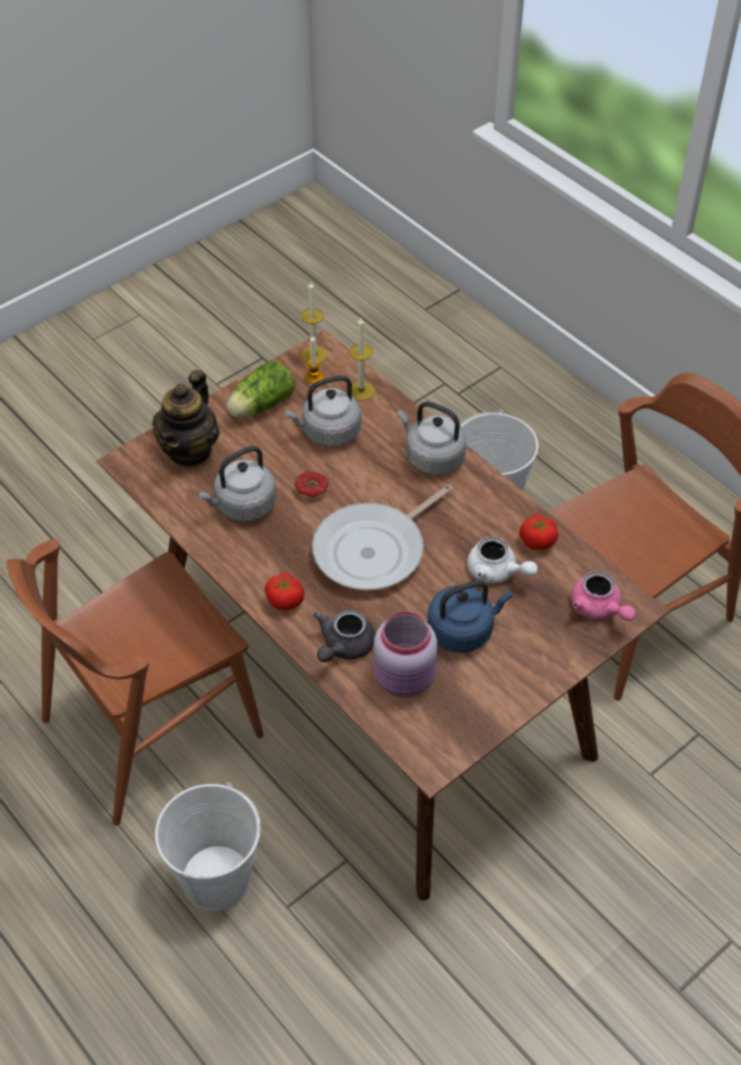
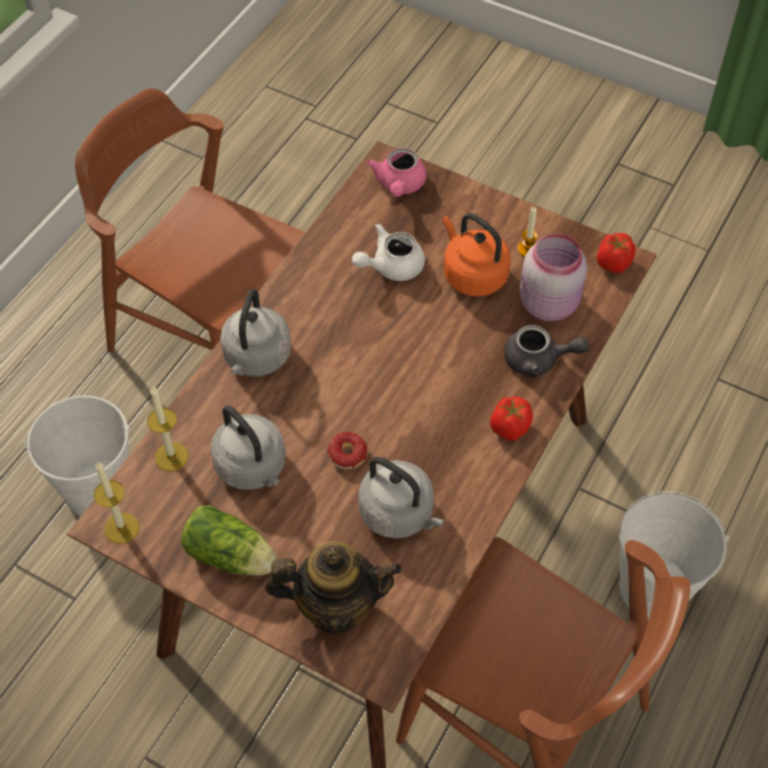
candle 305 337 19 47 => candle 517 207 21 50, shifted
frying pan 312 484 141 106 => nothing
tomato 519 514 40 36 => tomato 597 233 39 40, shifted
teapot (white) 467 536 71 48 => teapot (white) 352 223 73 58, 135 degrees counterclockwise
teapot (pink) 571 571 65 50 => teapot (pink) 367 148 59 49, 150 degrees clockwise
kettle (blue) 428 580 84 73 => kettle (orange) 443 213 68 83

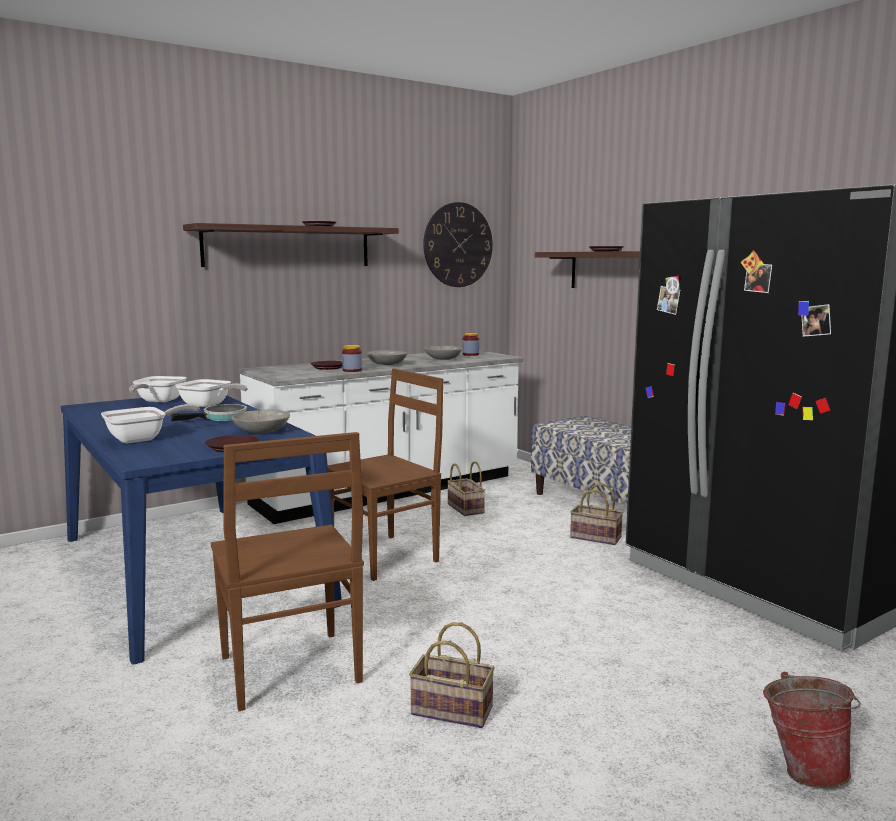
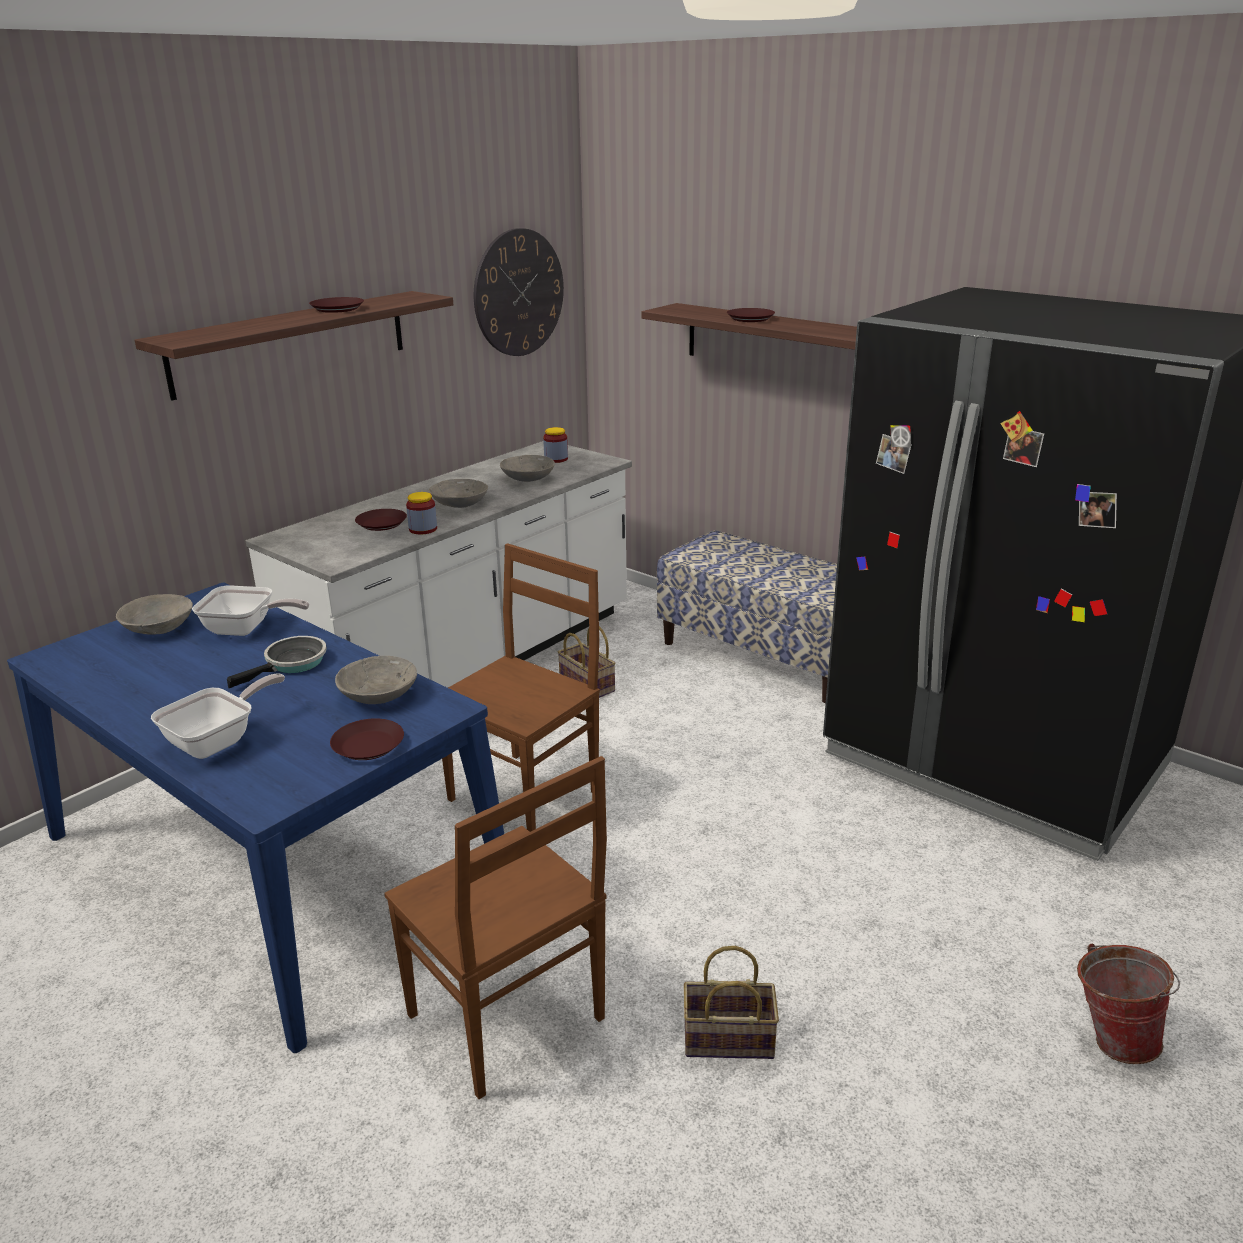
frying pan 129 376 57 26 => bowl (grey) 116 594 77 41
basket 570 484 53 61 => nothing

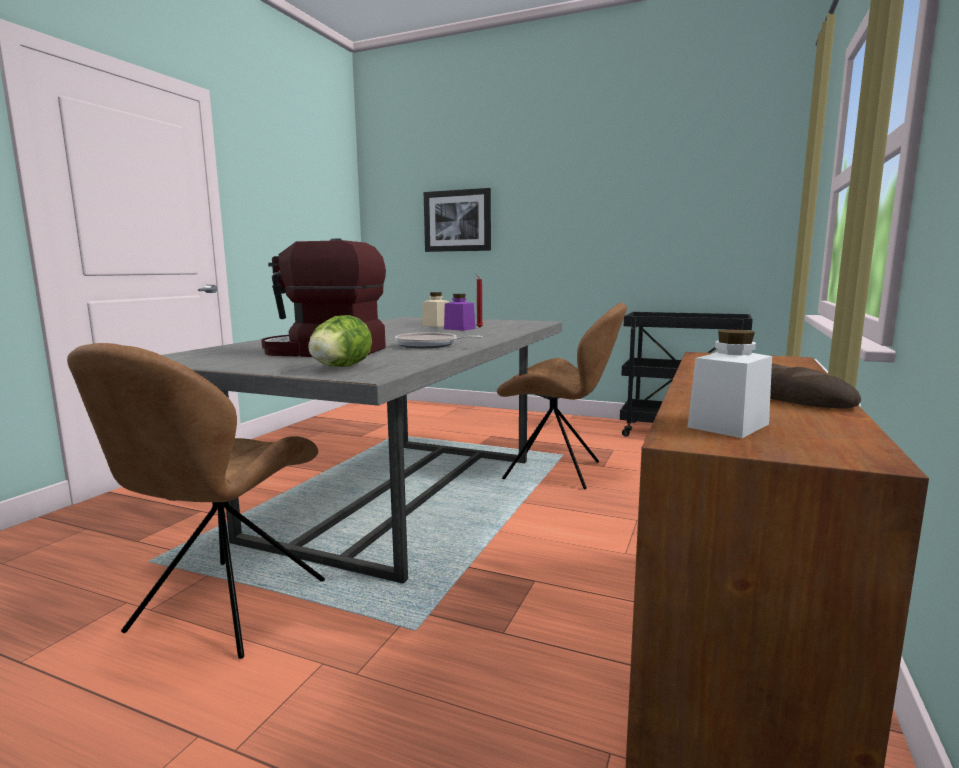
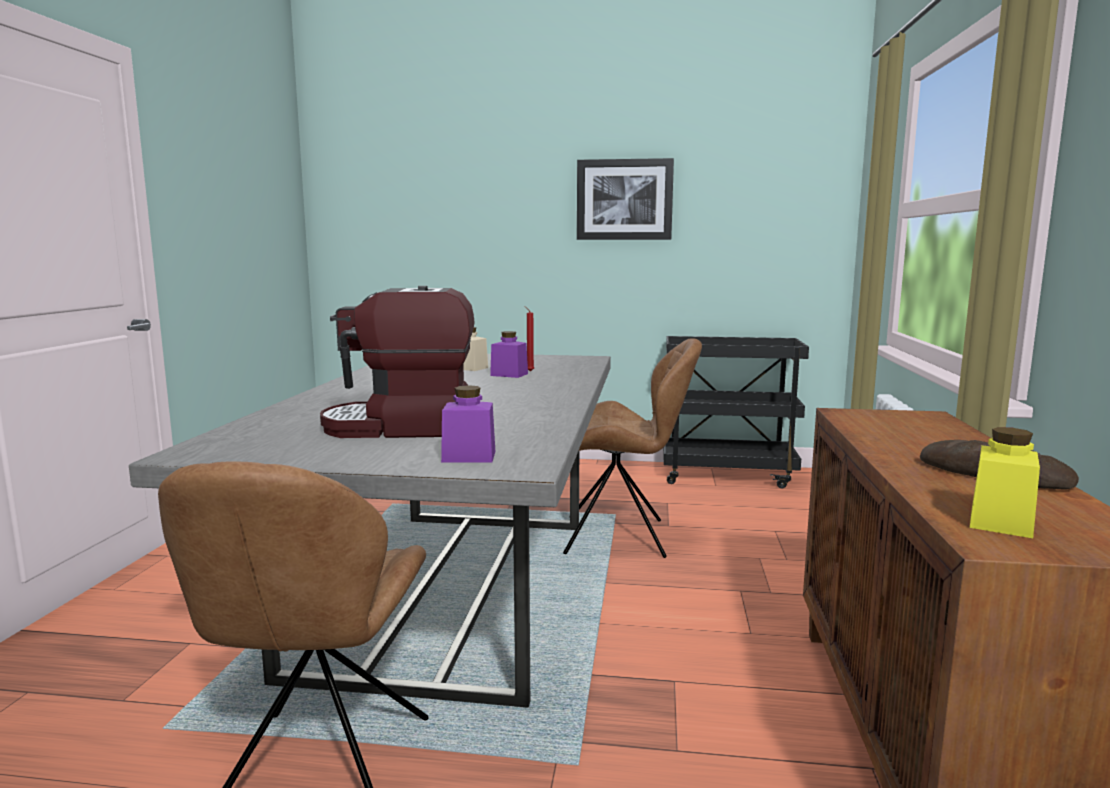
picture 424 188 67 64 => picture 577 158 97 82, shifted
lettuce 308 315 64 52 => jar (purple) 441 385 54 78
jar (white) 688 330 84 108 => jar (yellow) 970 427 70 111
frying pan 395 332 88 16 => nothing

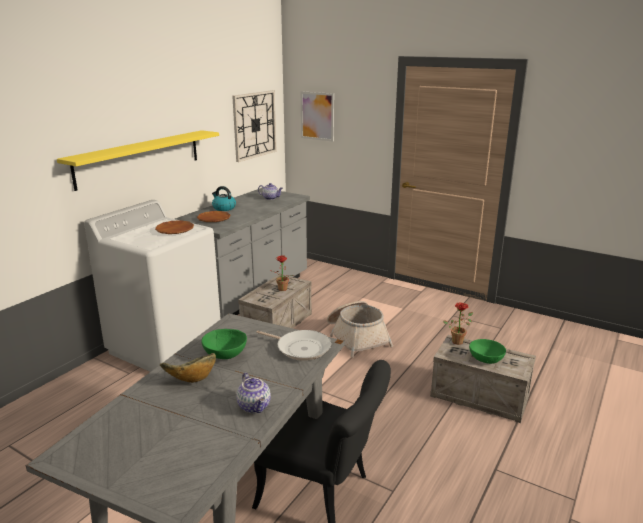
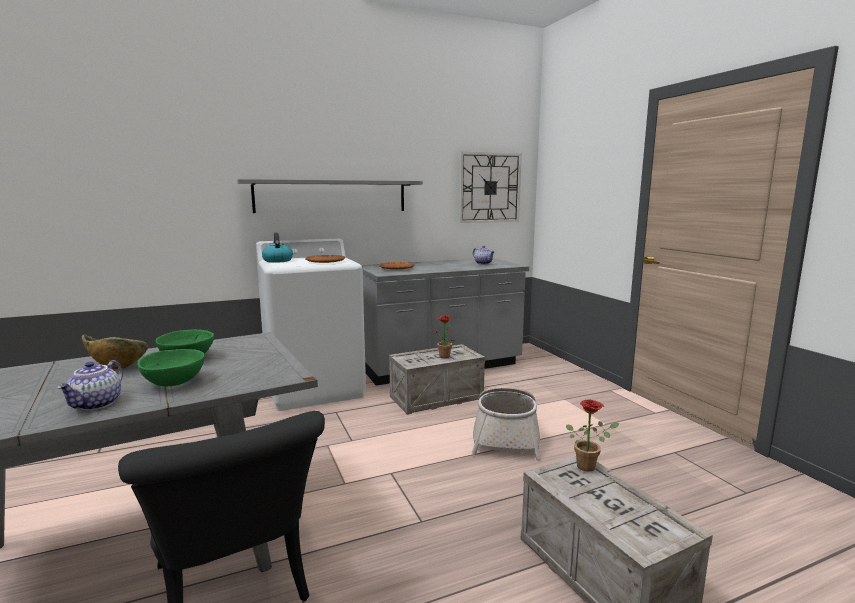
picture 301 91 33 50 => nothing
shelf (yellow) 57 130 162 61 => shelf (grey) 237 179 186 34
kettle 212 186 24 25 => kettle 262 233 31 30, shifted
frying pan 256 330 75 31 => nothing
bowl (green) 469 339 37 25 => bowl (green) 137 349 68 37, shifted

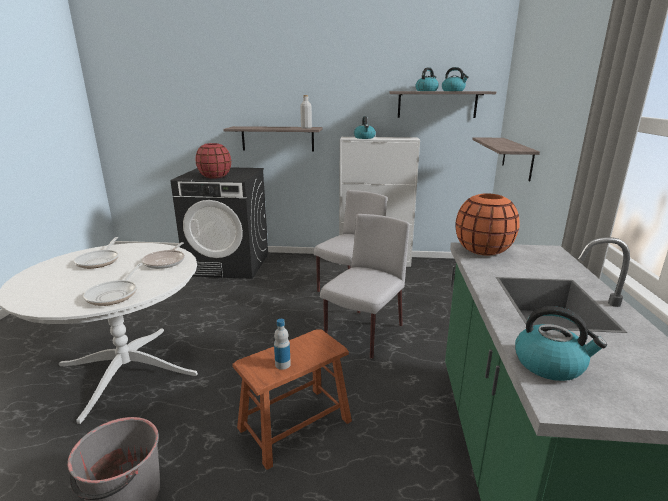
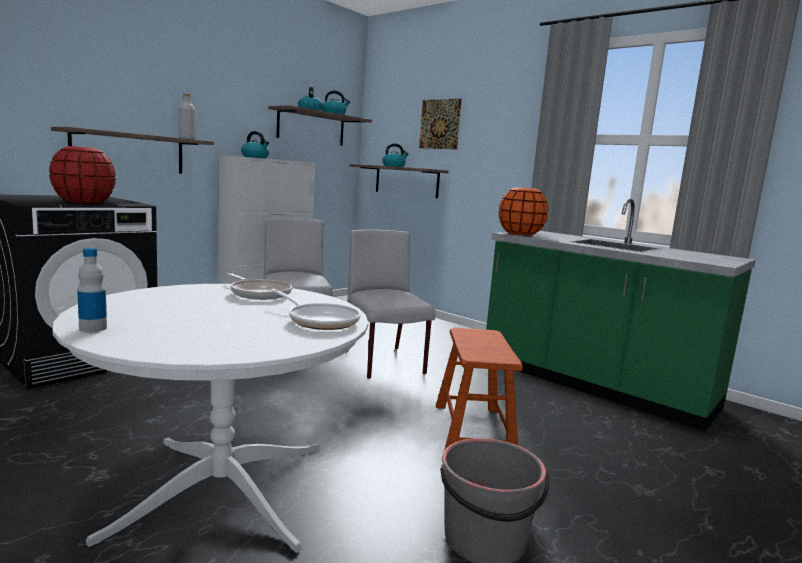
frying pan 74 237 45 32 => nothing
kettle 515 306 92 75 => kettle 382 144 27 23, shifted
bottle 274 319 17 51 => bottle 77 248 30 84, shifted
nothing => picture 419 99 43 50

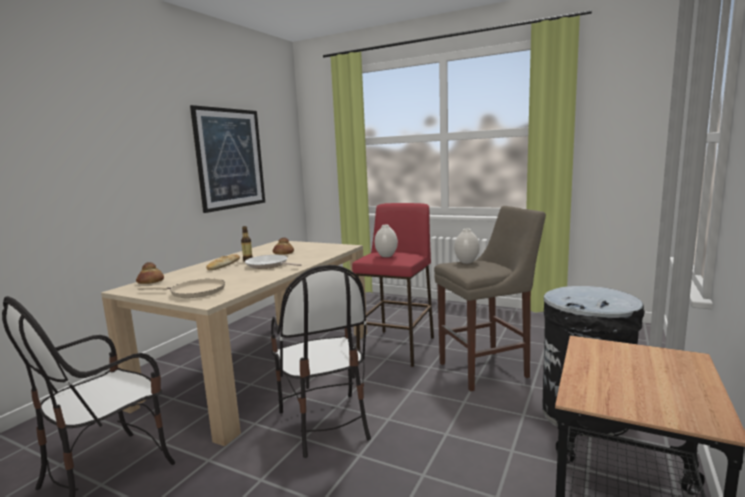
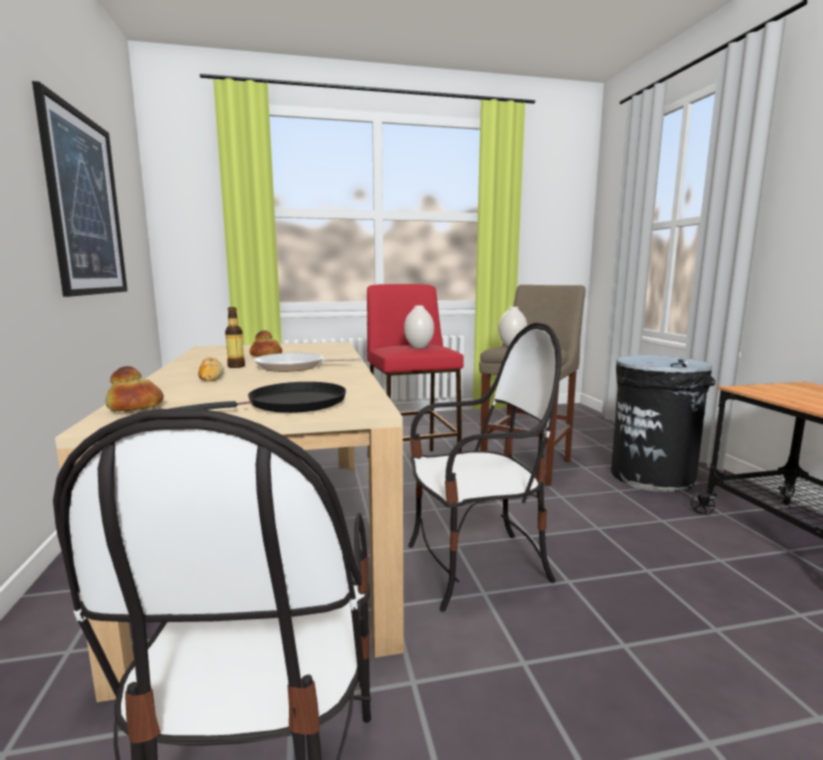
chair 271 265 100 193 => chair 408 322 153 290, 45 degrees counterclockwise
frying pan (beige) 137 279 88 19 => frying pan (black) 169 382 177 31

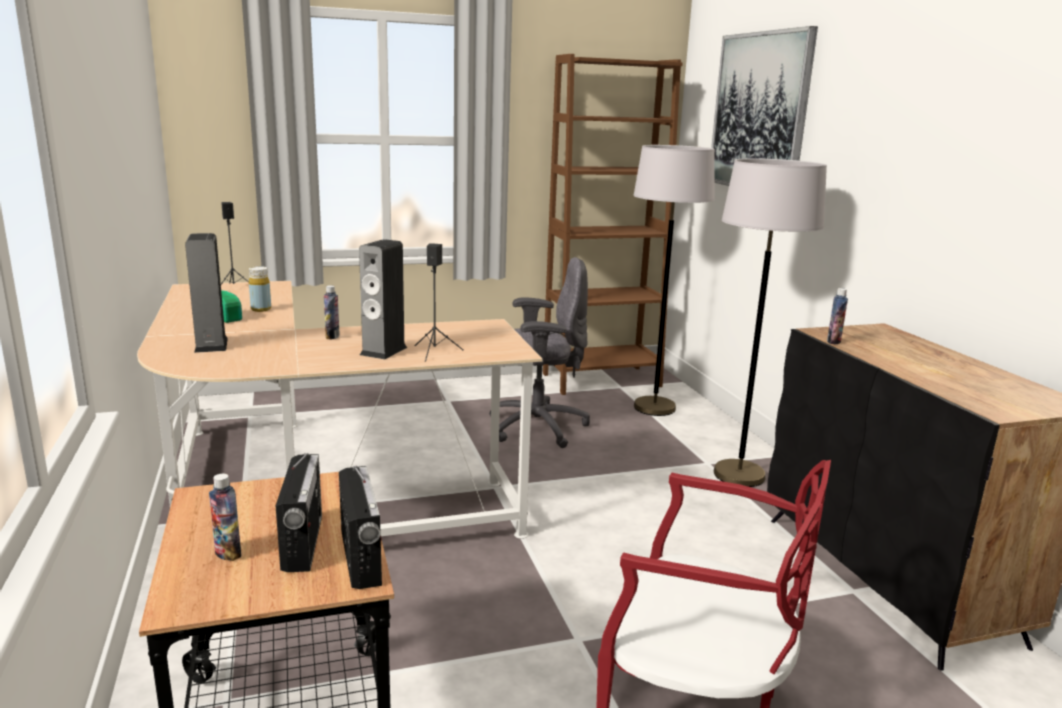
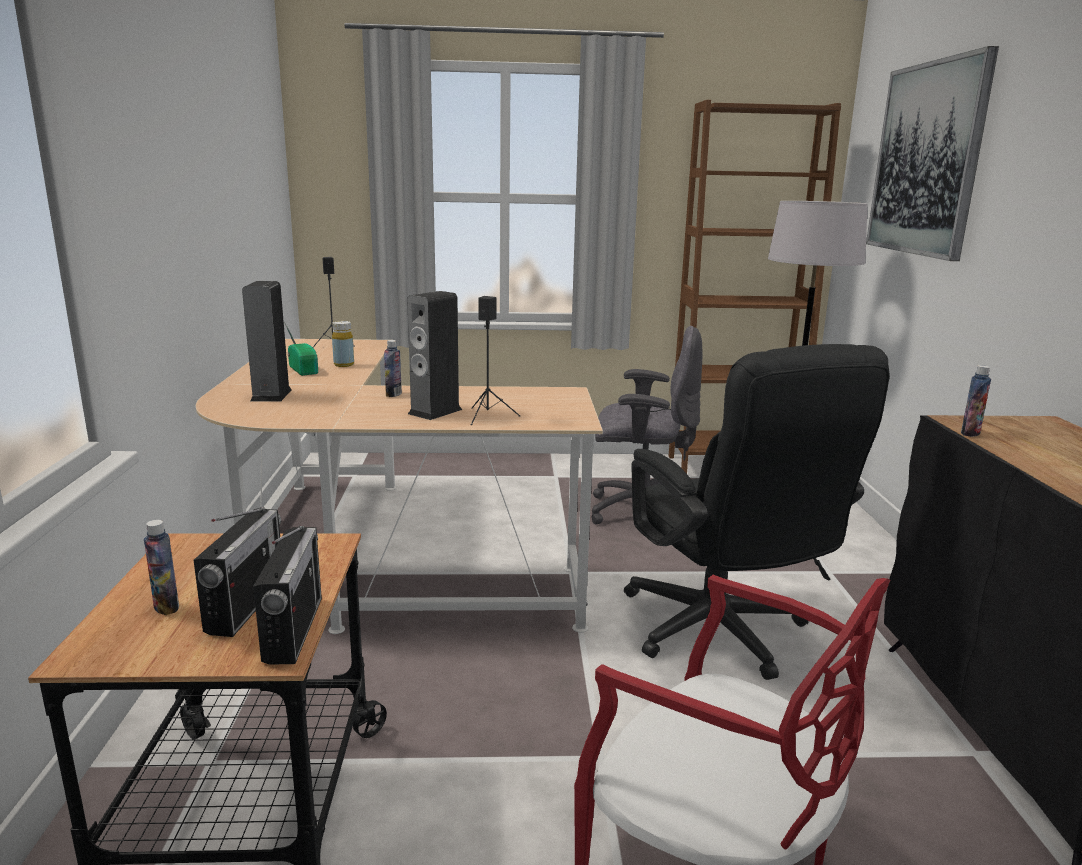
floor lamp (grey) 714 158 113 329 => nothing
nothing => office chair (black) 624 344 266 336

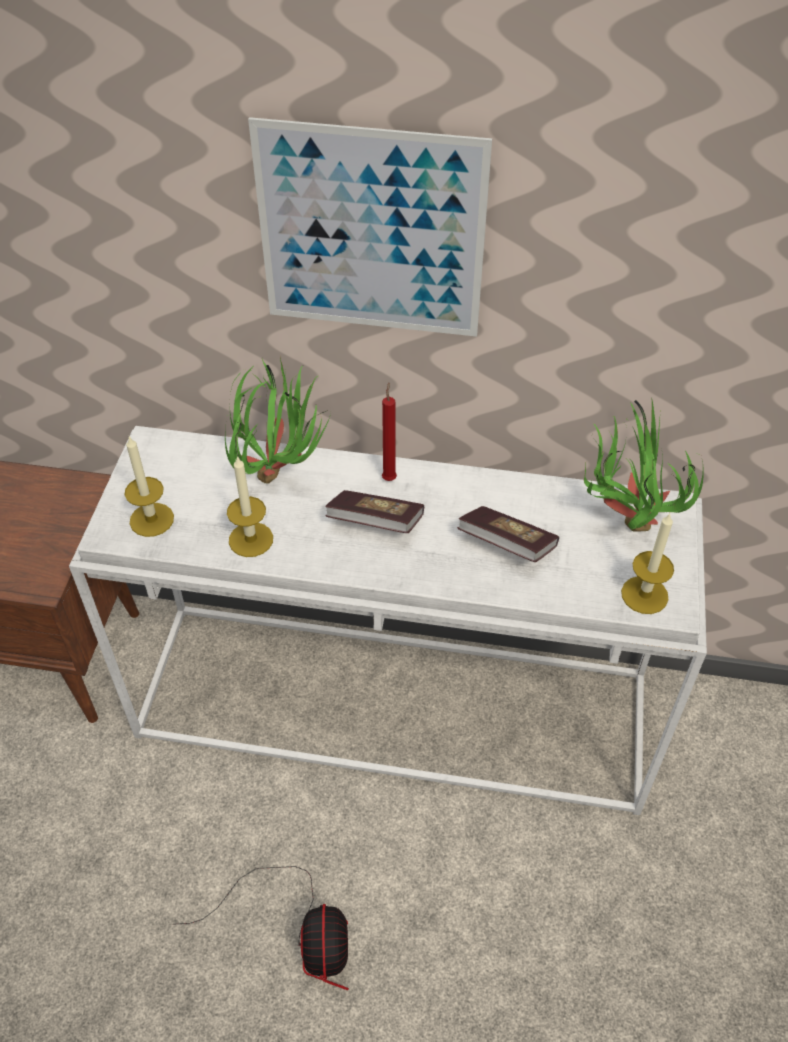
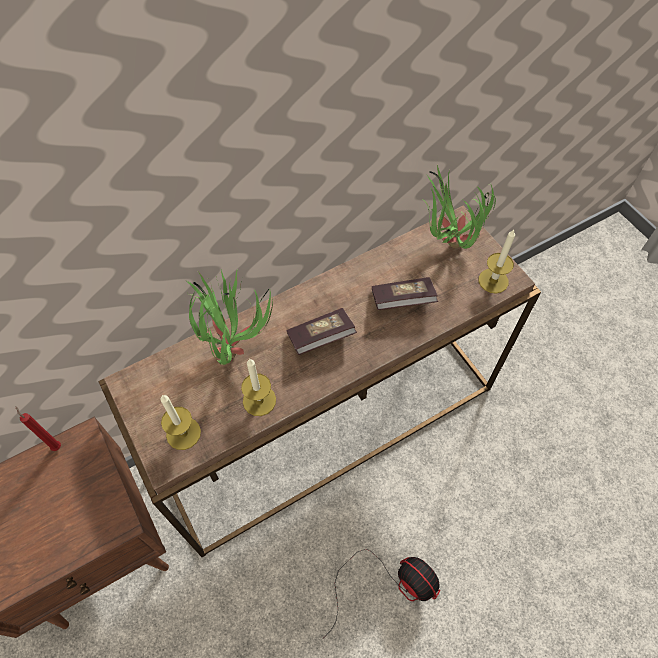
picture 248 117 244 220 => nothing
candle (red) 382 382 15 99 => candle (red) 15 406 46 45, shifted
console table (white) 69 426 638 389 => console table (brown) 98 206 443 351

